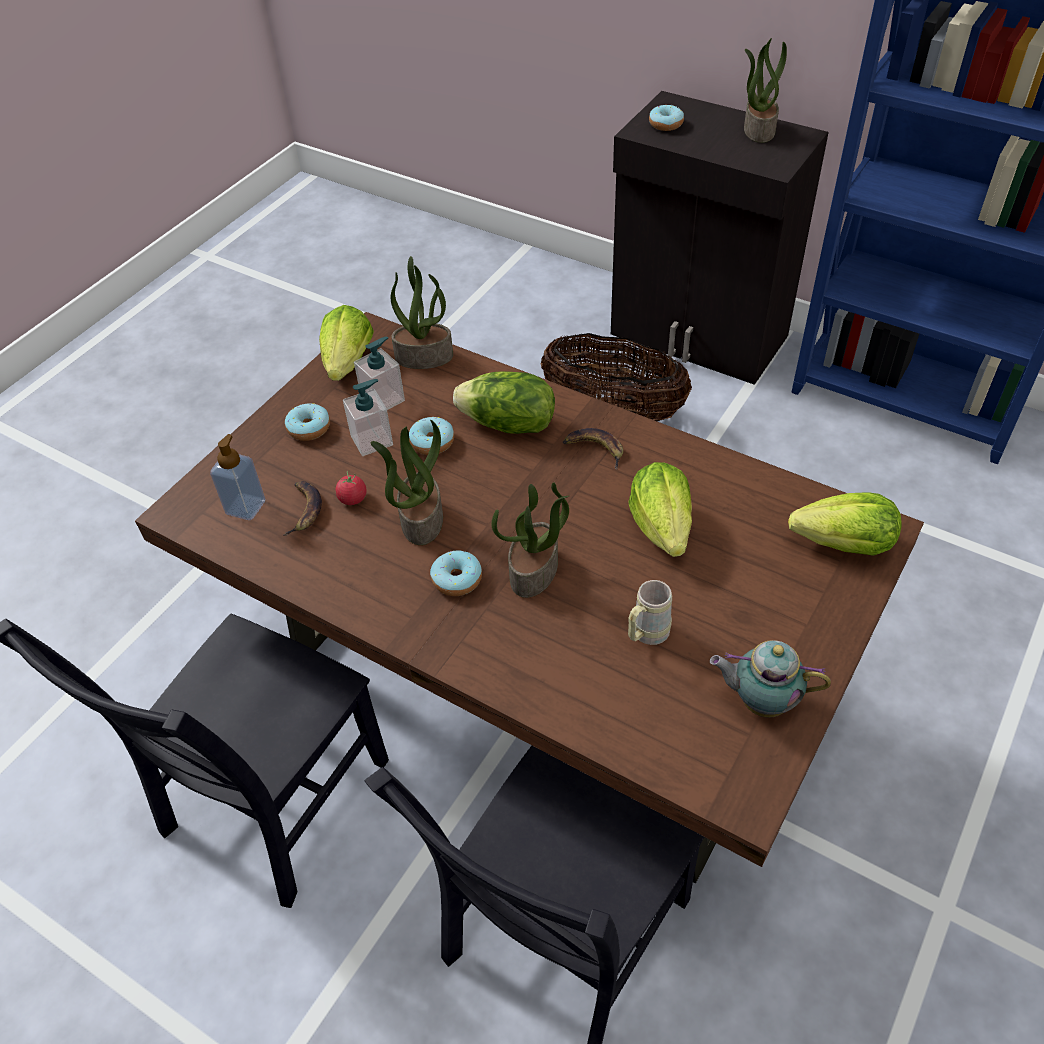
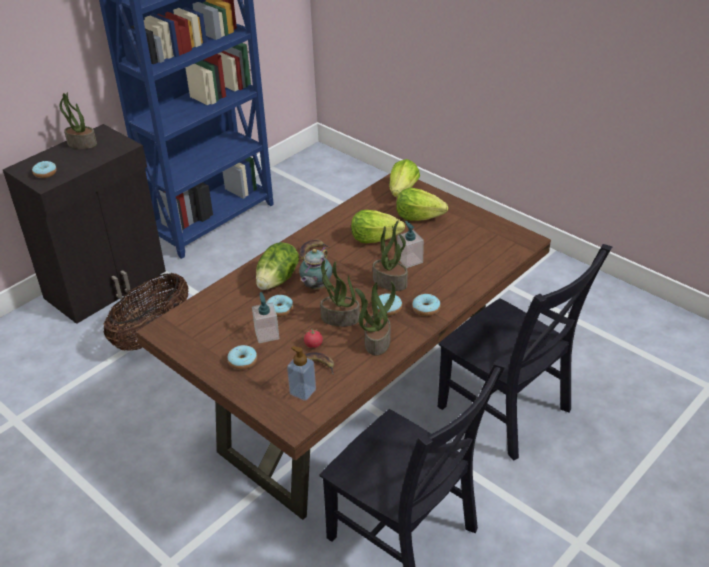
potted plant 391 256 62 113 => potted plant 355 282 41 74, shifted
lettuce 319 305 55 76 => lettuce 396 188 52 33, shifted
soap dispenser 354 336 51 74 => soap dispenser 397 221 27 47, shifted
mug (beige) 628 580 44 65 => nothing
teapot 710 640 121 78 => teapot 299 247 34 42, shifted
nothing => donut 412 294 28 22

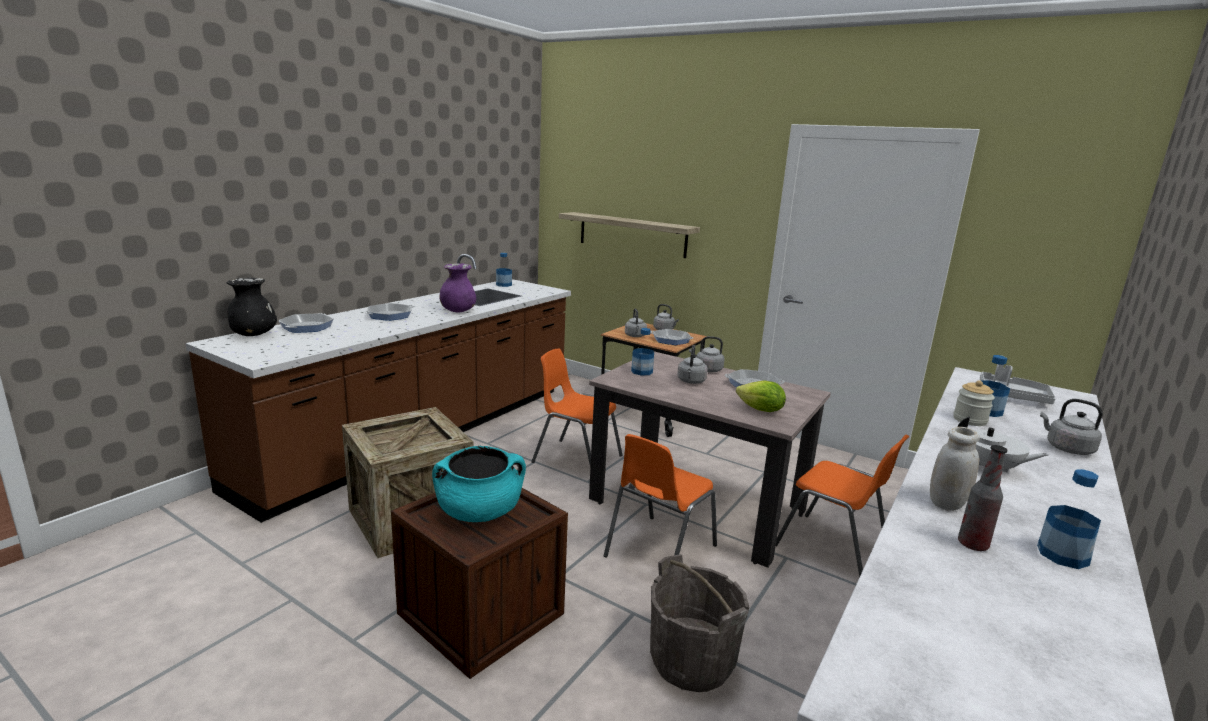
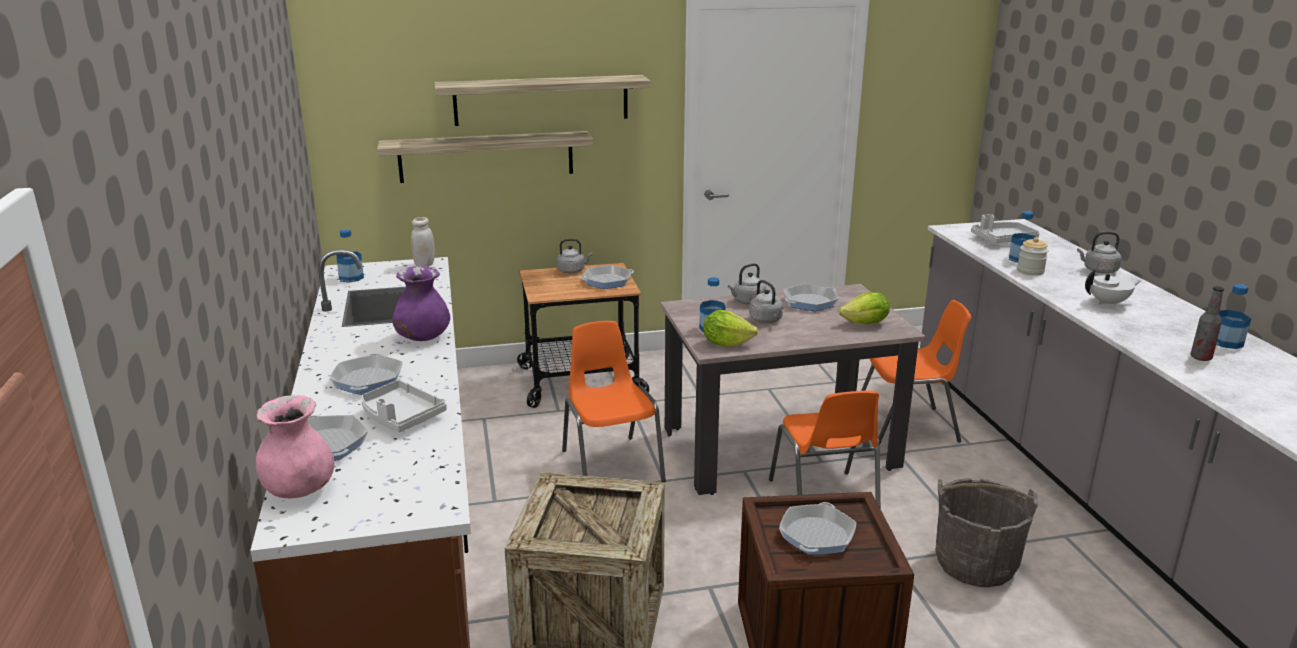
vase (black) 226 278 51 58 => vase (pink) 256 395 78 103
kettle (grey) 625 308 22 29 => nothing
chair (orange) 531 348 92 119 => chair (orange) 562 321 104 161, 90 degrees clockwise
jar (white) 930 427 50 84 => jar (white) 411 217 24 50, shifted
cooking pot (turquoise) 432 446 94 76 => frying pan 779 502 77 53
nothing => shelf 434 75 216 51
nothing => lettuce 703 310 55 37
nothing => tray (grey) 361 380 86 52

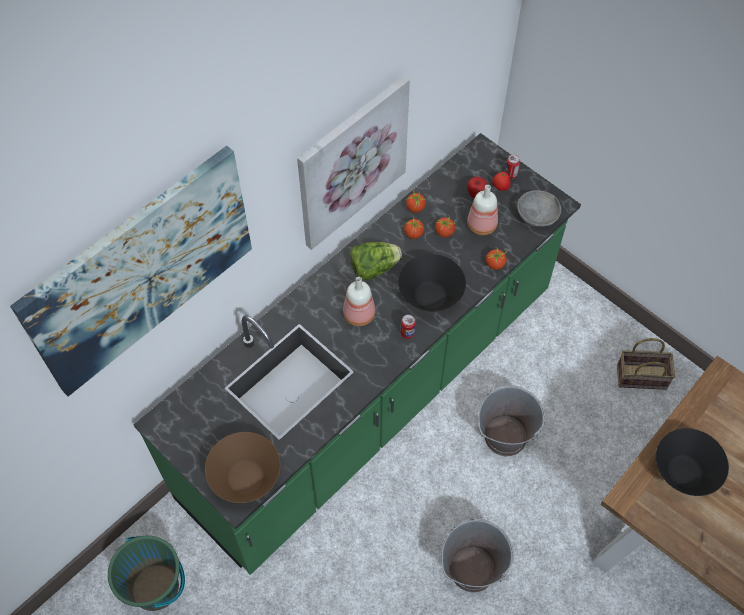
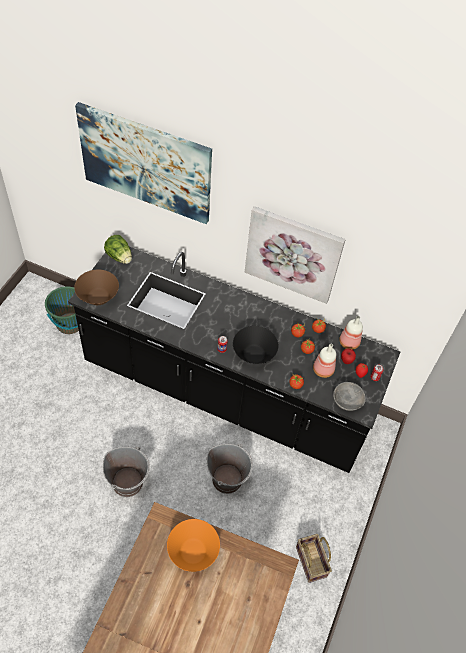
counter (green) 134 133 447 442 => counter (black) 68 246 332 227
lettuce 350 242 52 38 => lettuce 104 235 28 29, shifted
bottle 343 277 32 49 => bottle 339 316 24 34, shifted
bowl (black) 656 428 73 68 => bowl (orange) 167 519 53 53

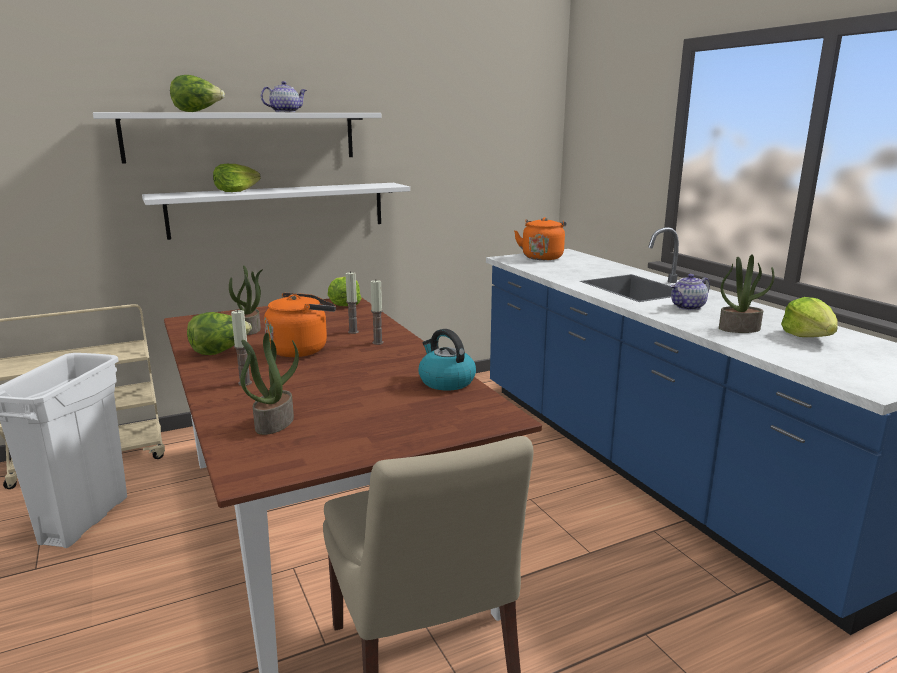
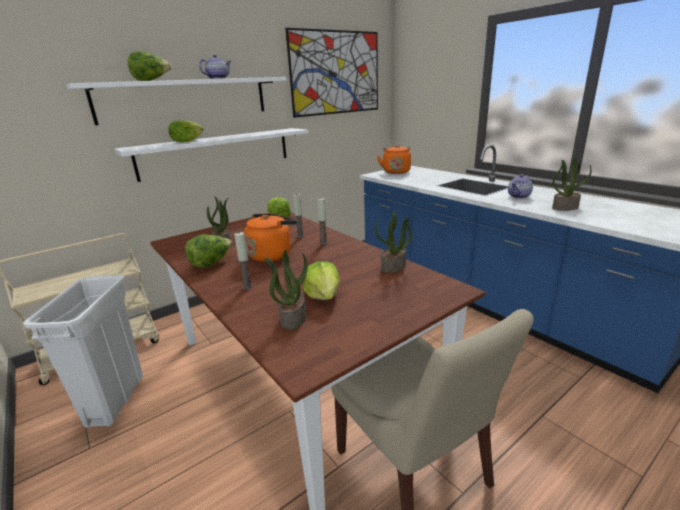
lettuce 781 297 57 40 => lettuce 303 261 37 39, shifted
kettle 418 329 58 62 => potted plant 375 211 37 62
nothing => picture 285 28 93 90

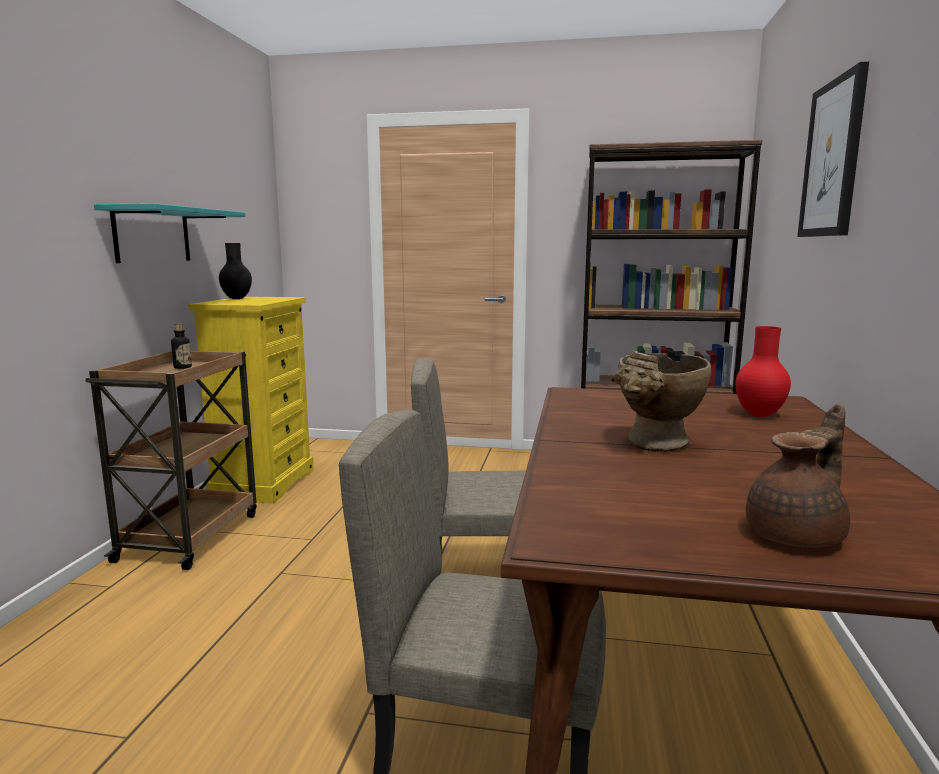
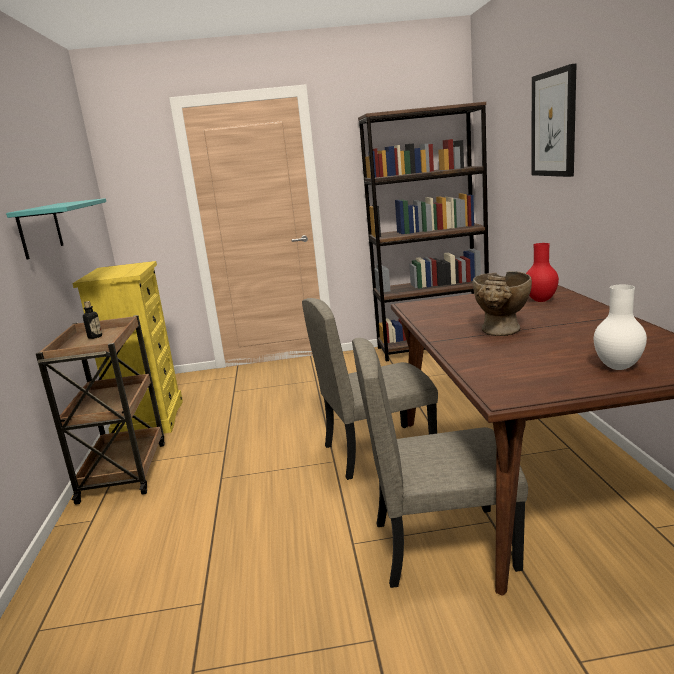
vase (black) 219 243 33 56 => nothing
teapot (brown) 746 404 104 144 => vase (white) 594 285 53 85

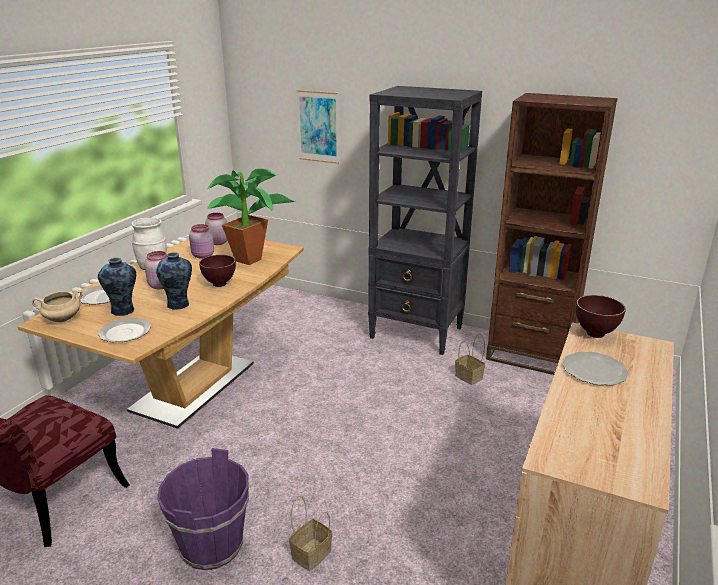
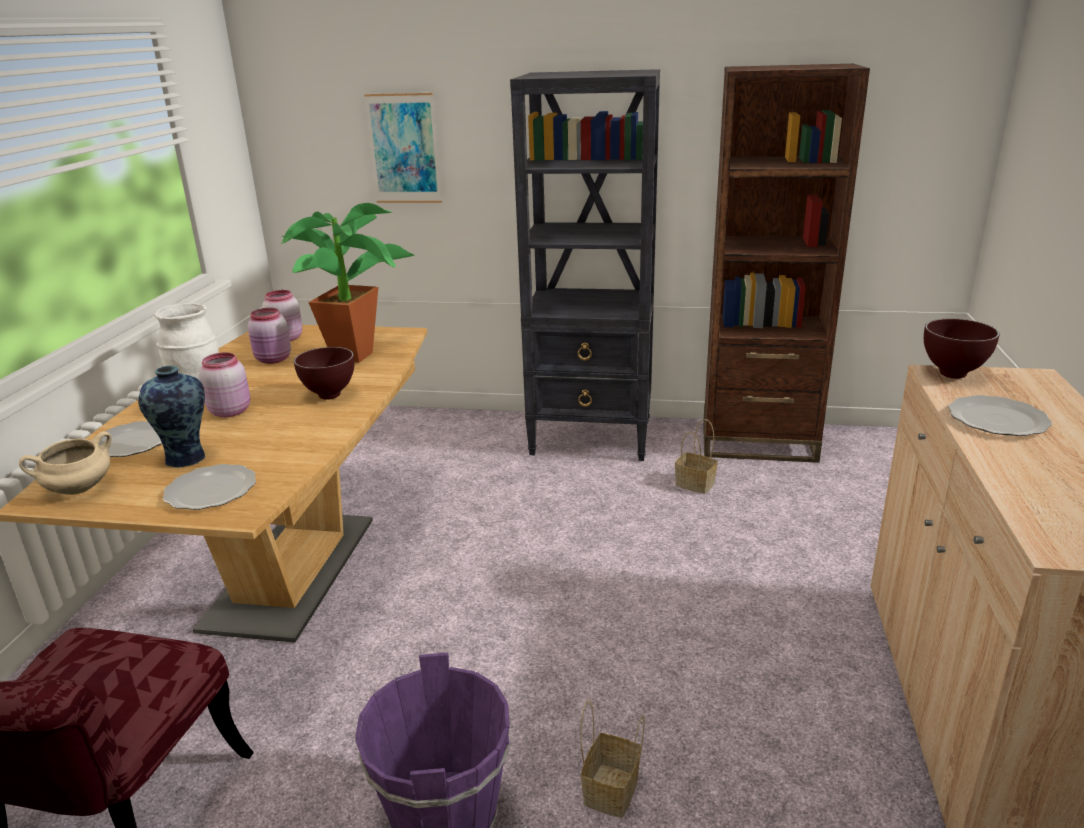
vase 156 252 36 58 => nothing

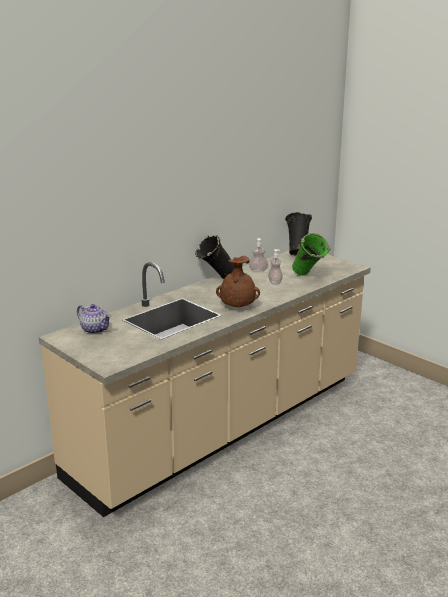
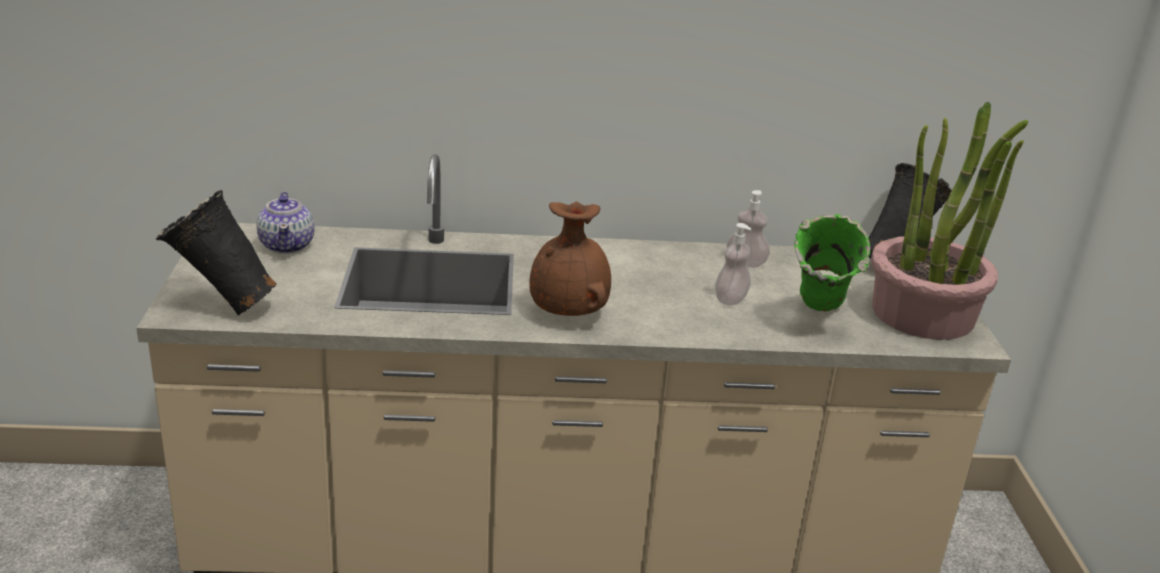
vase (black) 195 235 39 44 => vase (black) 156 190 120 125, shifted
nothing => potted plant 871 102 157 238

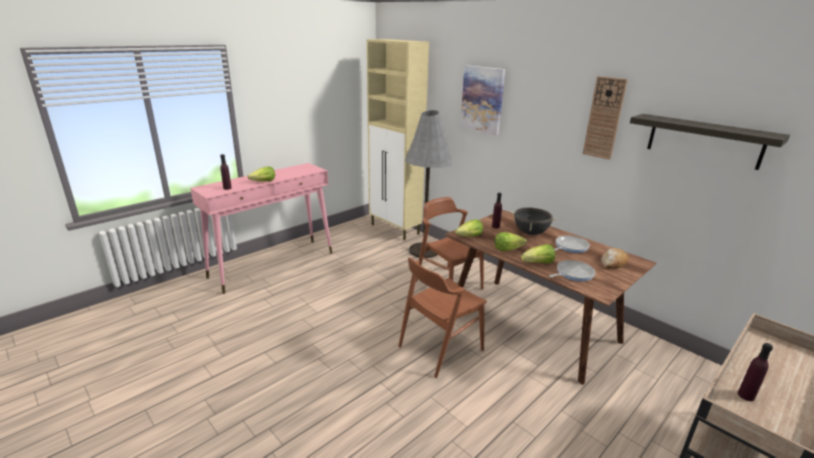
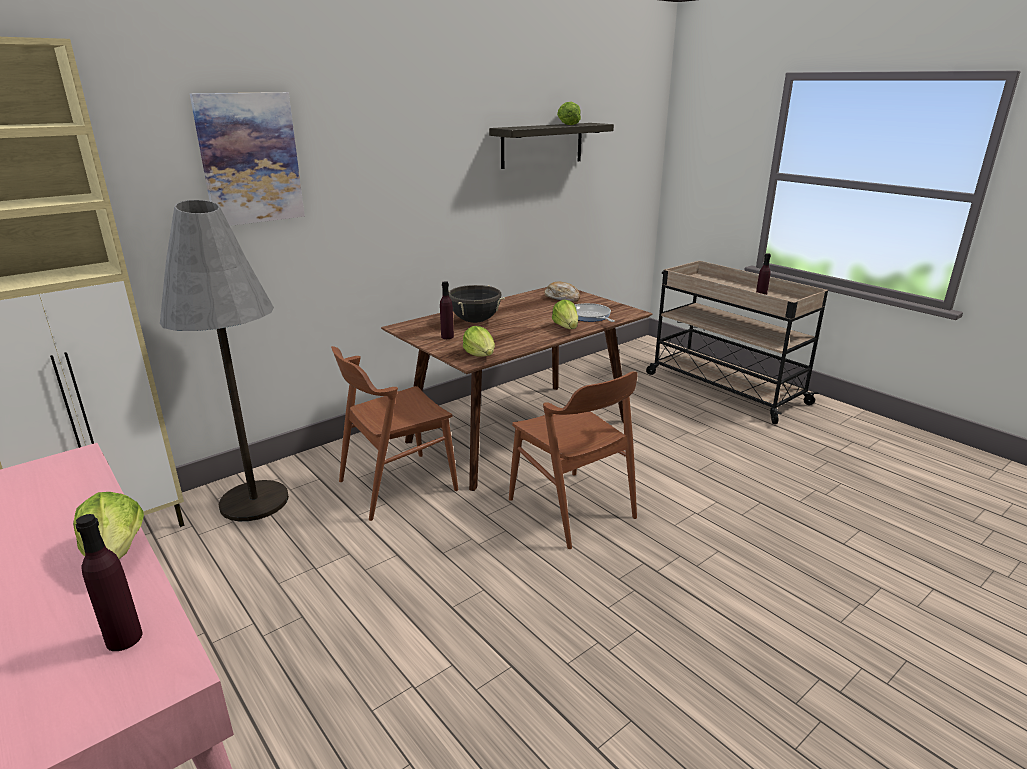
wall clock 583 76 45 84 => nothing
lettuce 495 232 32 19 => lettuce 557 102 24 23, shifted
frying pan 554 235 36 18 => nothing

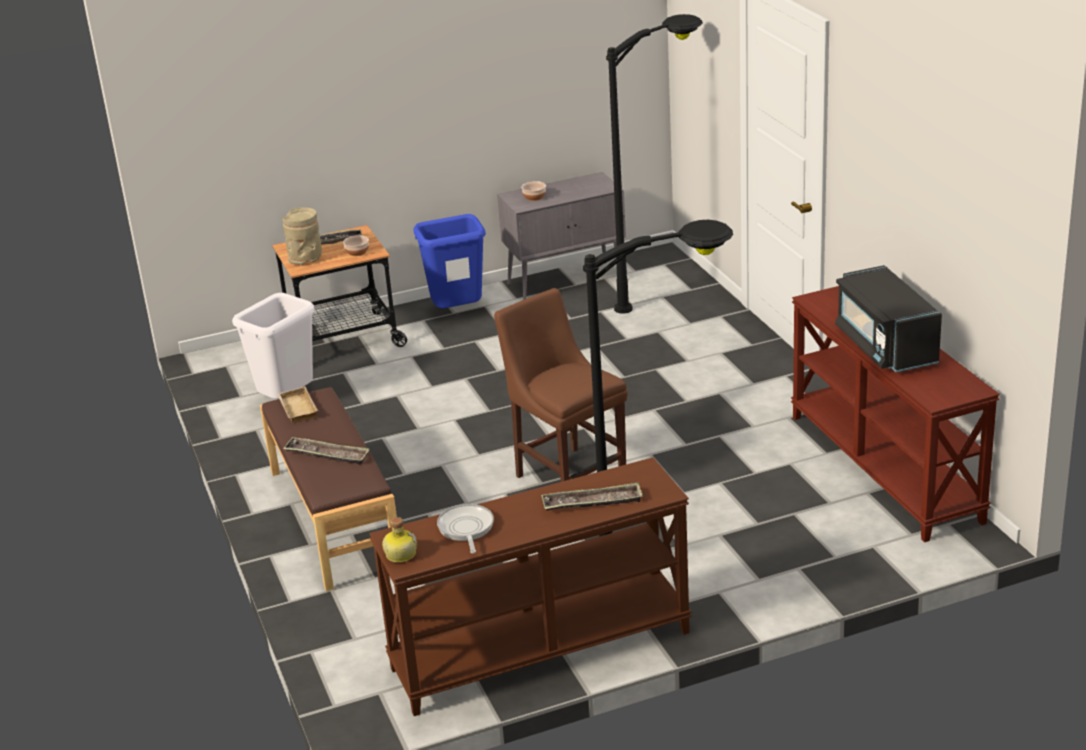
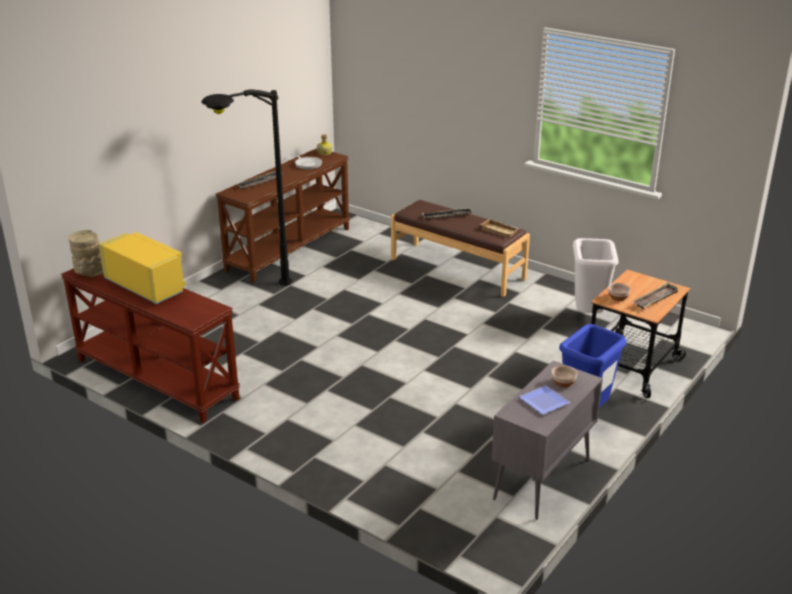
floor lamp (black) 606 14 97 300 => nothing
vase (beige) 282 208 40 57 => vase (beige) 68 230 35 47, shifted
microwave (black) 835 265 107 107 => microwave (yellow) 99 232 87 72
chair (brown) 494 288 134 194 => nothing
nothing => plate 519 385 51 30

